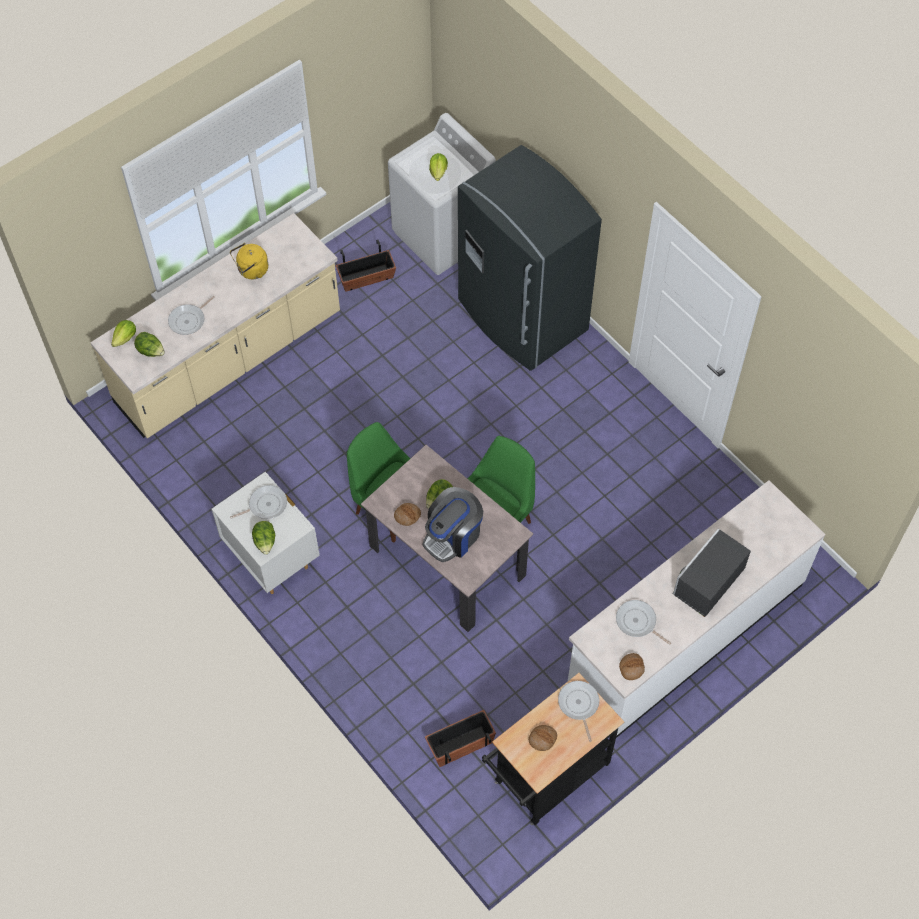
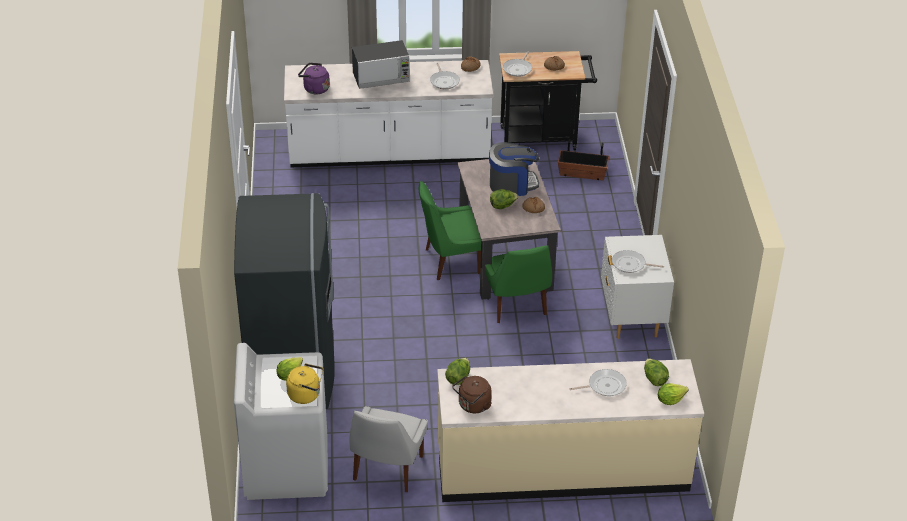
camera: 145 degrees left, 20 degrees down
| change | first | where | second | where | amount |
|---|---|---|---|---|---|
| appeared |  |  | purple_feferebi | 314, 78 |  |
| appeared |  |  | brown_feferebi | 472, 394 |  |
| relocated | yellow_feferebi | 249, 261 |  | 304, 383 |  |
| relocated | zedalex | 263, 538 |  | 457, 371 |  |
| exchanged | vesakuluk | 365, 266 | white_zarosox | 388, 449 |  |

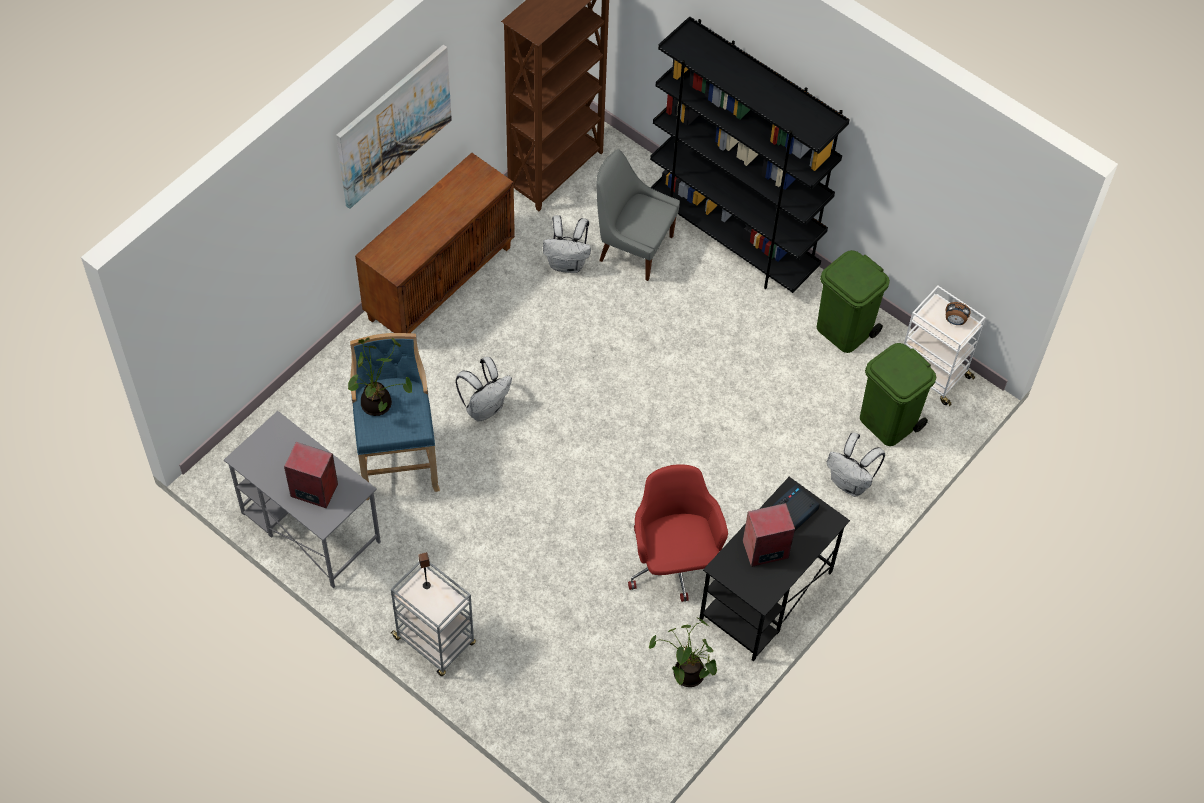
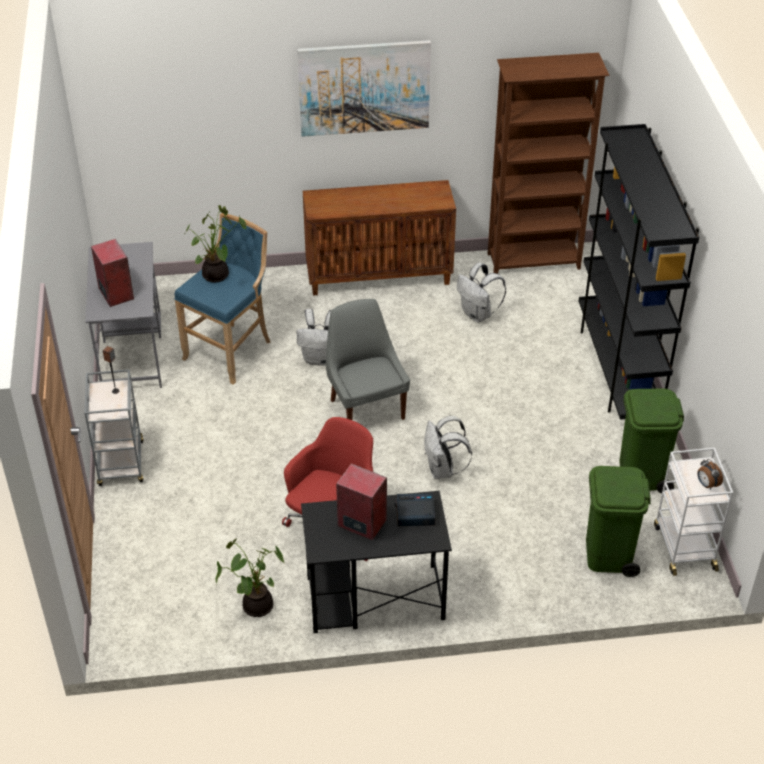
camera: 45 degrees right, 15 degrees down
| change | first | where | second | where | amount |
|---|---|---|---|---|---|
| relocated | grey_zarosox | 638, 215 |  | 368, 359 |  |
| relocated | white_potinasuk | 856, 465 |  | 448, 447 |  |

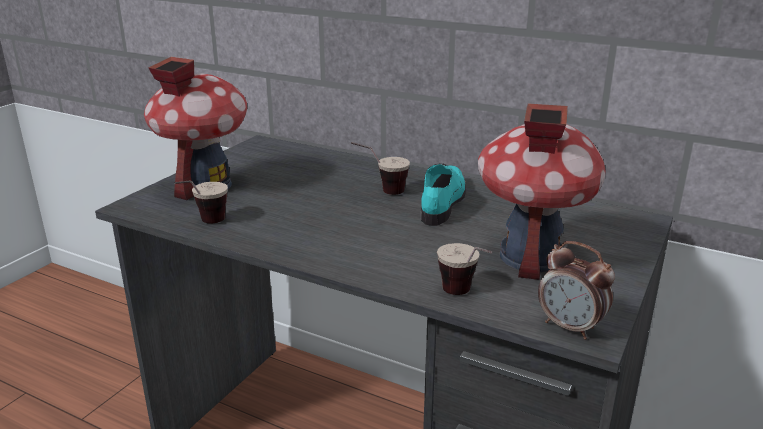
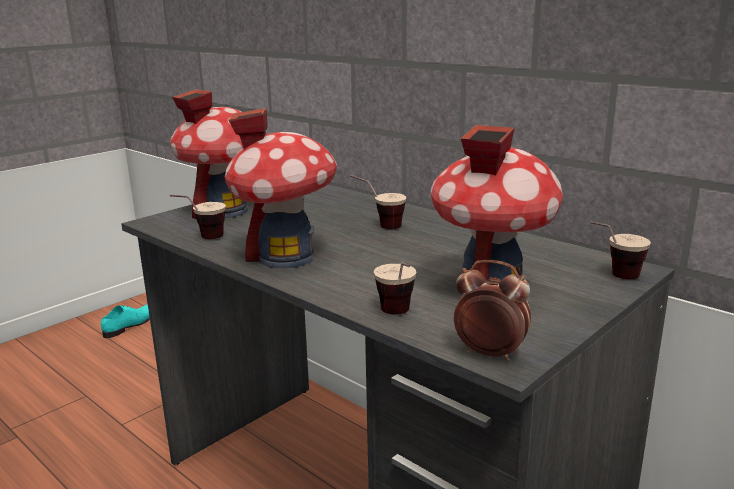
camera: 15 degrees right, 5 degrees down
| change | first | where | second | where | amount |
|---|---|---|---|---|---|
| appeared |  |  | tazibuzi | 281, 188 |  |
| appeared |  |  | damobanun | 620, 250 |  |
| relocated | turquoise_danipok | 443, 194 |  | 125, 321 |  |
| spun | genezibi | 576, 290 |  | 492, 310 | 150 degrees clockwise |

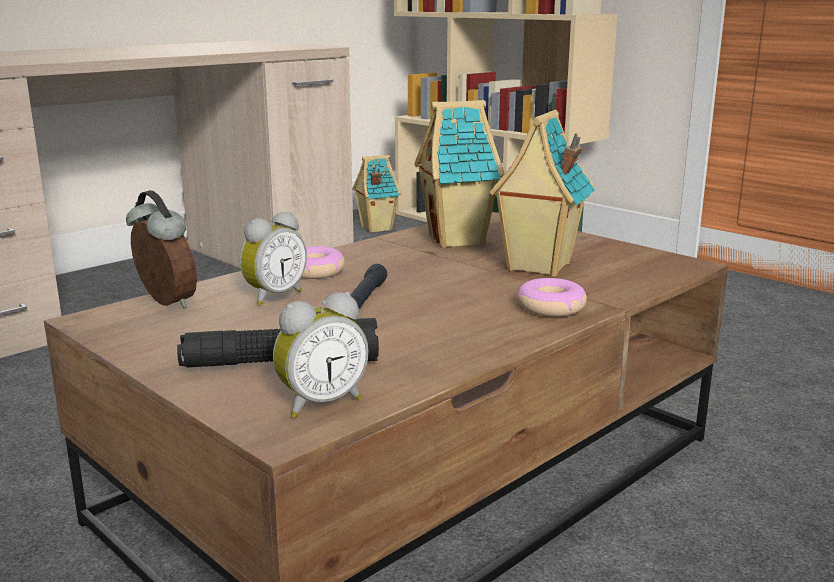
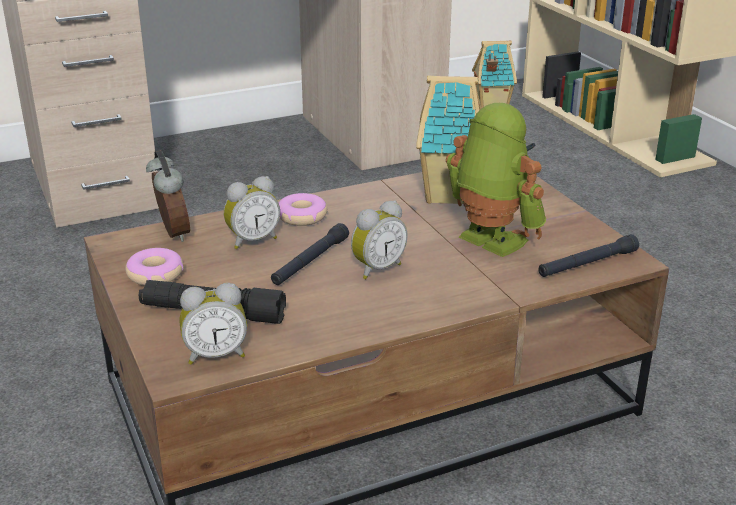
camera: 20 degrees right, 10 degrees up
| change | first | where | second | where | amount |
|---|---|---|---|---|---|
| appeared |  |  | genezibi | 379, 239 |  |
| appeared |  |  | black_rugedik | 588, 255 |  |
| relocated | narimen | 552, 297 |  | 154, 267 |  |
| exchanged | tazibuzi | 541, 193 | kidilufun | 496, 180 |  |

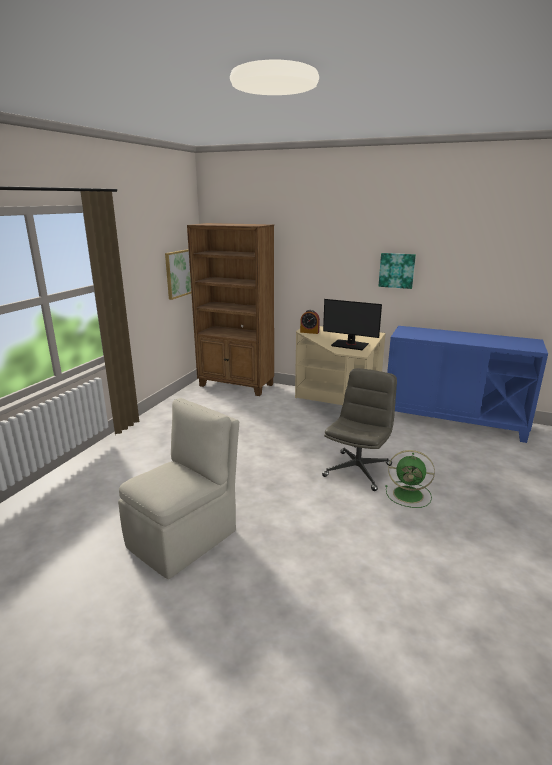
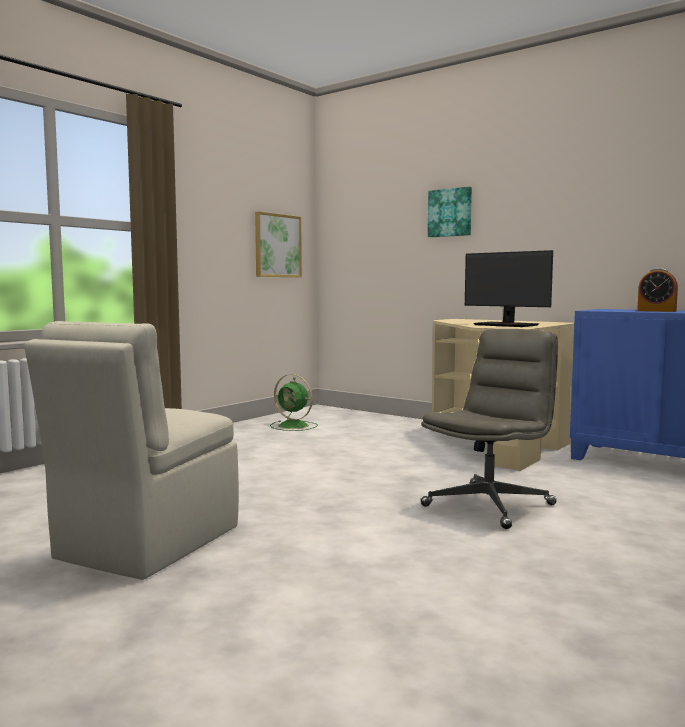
camera: 15 degrees right, 15 degrees down
| change | first | where | second | where | amount |
|---|---|---|---|---|---|
| missing | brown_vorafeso | 230, 309 |  |  |  |
| relocated | genezibi | 310, 322 |  | 657, 290 |  |
| relocated | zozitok | 397, 271 |  | 450, 212 |  |
| relocated | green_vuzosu | 410, 479 |  | 294, 402 |  |
| spun | beige_zarosox | 178, 488 |  | 131, 450 | 150 degrees clockwise |

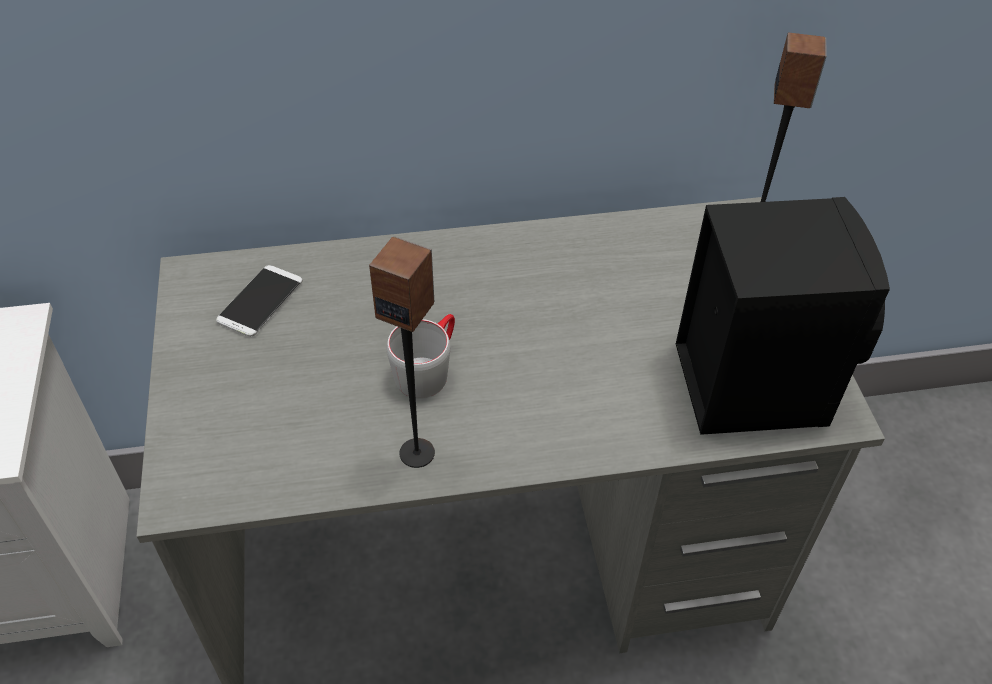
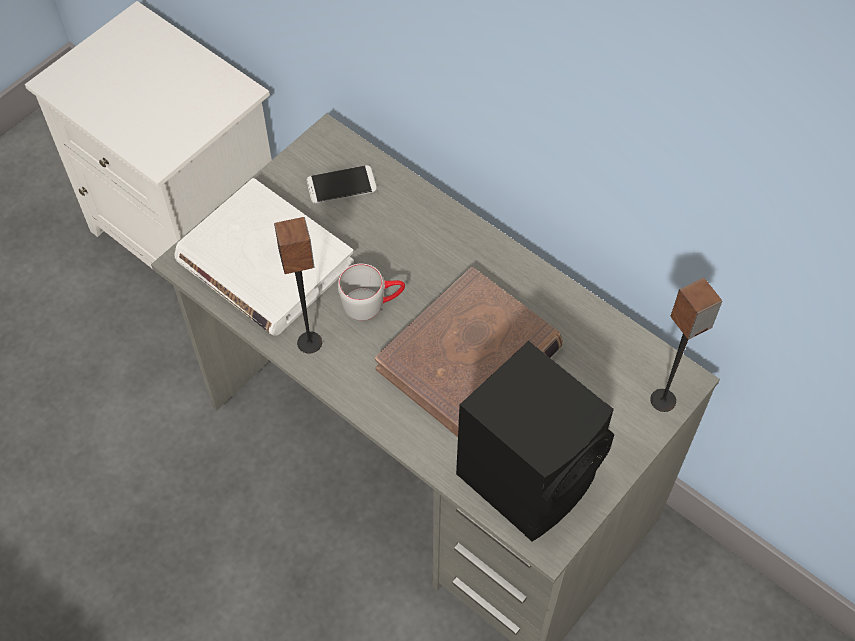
camera: 50 degrees right, 10 degrees up
| change | first | where | second | where | amount |
|---|---|---|---|---|---|
| appeared |  |  | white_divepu | 264, 257 |  |
| appeared |  |  | brown_divepu | 469, 352 |  |

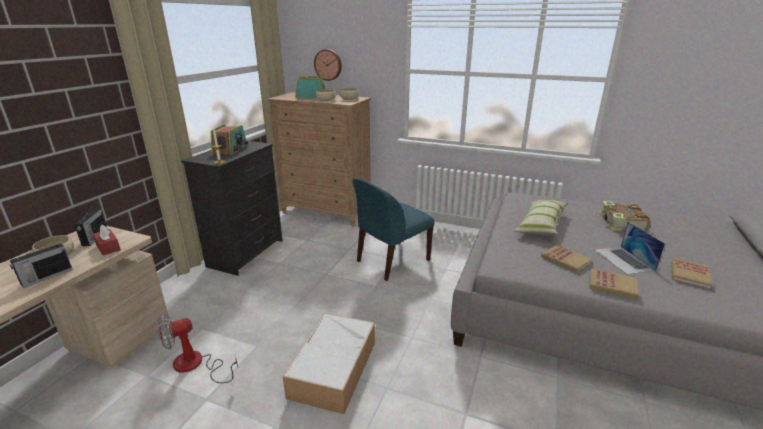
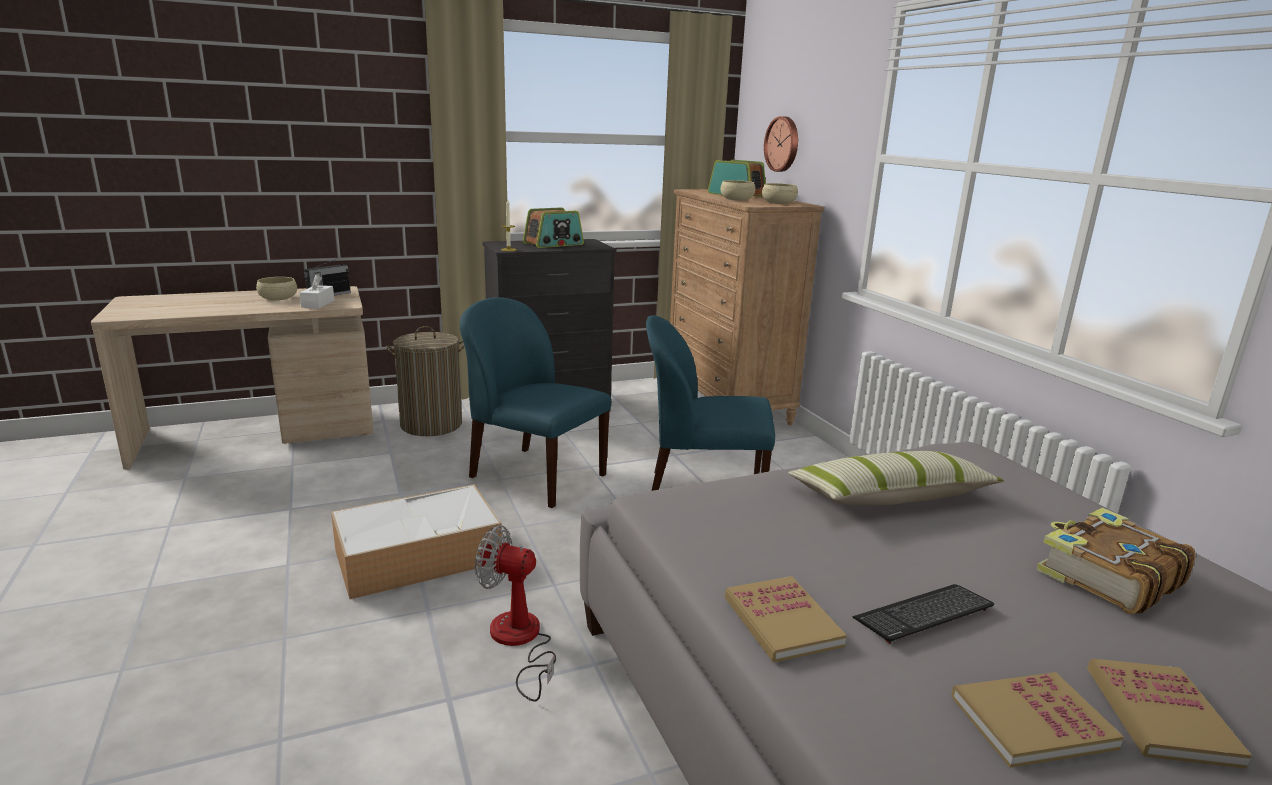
camera: 45 degrees right, 5 degrees down
| change | first | where | second | where | amount |
|---|---|---|---|---|---|
| missing | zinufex | 41, 265 |  |  |  |
| appeared |  |  | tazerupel | 425, 381 |  |
| appeared |  |  | blue_zarosox | 536, 402 |  |
| relocated | vuzosu | 197, 349 |  | 515, 613 |  |
| relocated | divepu | 566, 259 |  | 1169, 713 |  |
| exchanged | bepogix | 630, 248 | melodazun | 923, 614 |  |
| colour | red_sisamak | 107, 240 | white_sisamak | 316, 291 |  |

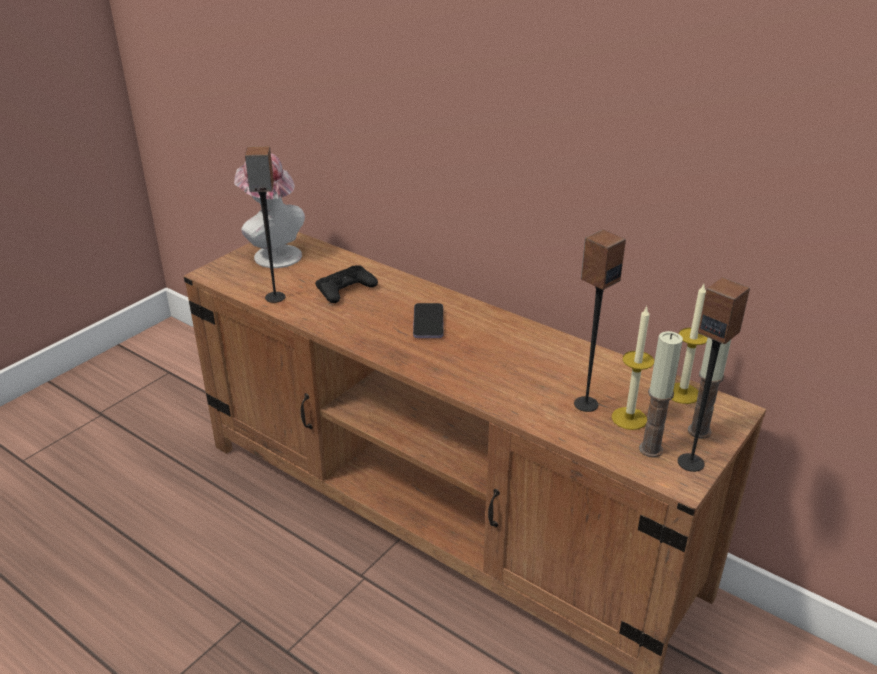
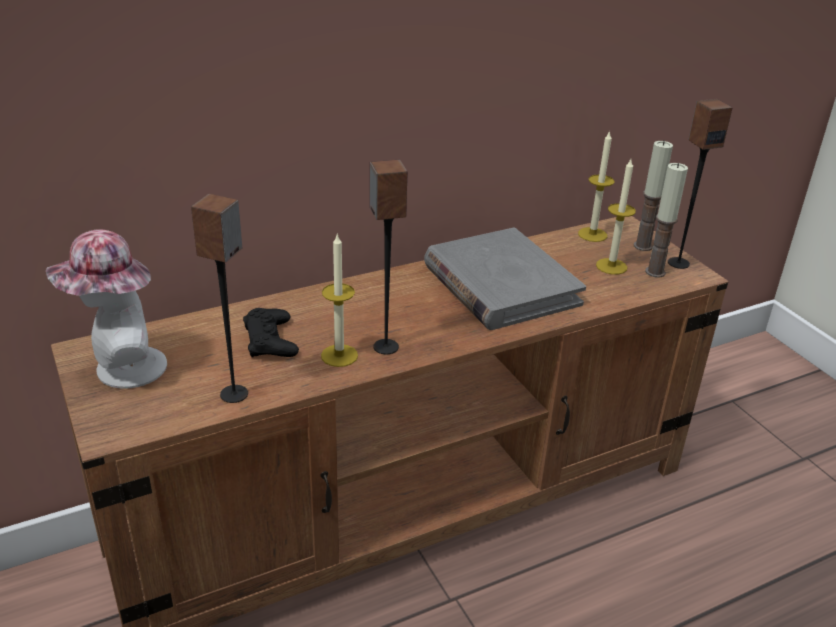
camera: 65 degrees left, 0 degrees up
| change | first | where | second | where | amount |
|---|---|---|---|---|---|
| missing | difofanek | 428, 320 |  |  |  |
| appeared |  |  | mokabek | 339, 300 |  |
| appeared |  |  | grey_divepu | 505, 279 |  |
| relocated | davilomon | 600, 321 |  | 389, 257 |  |

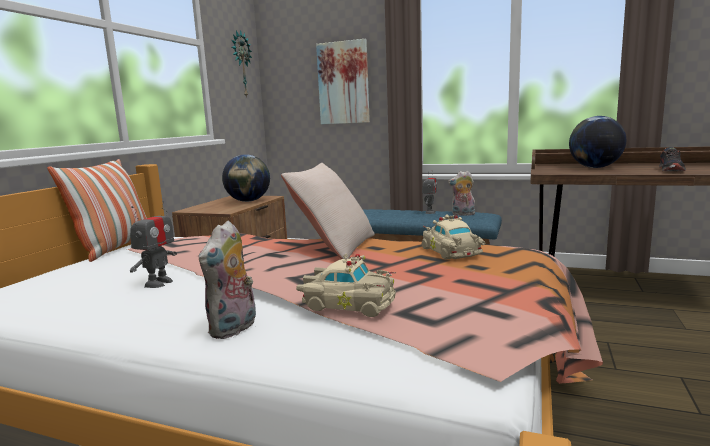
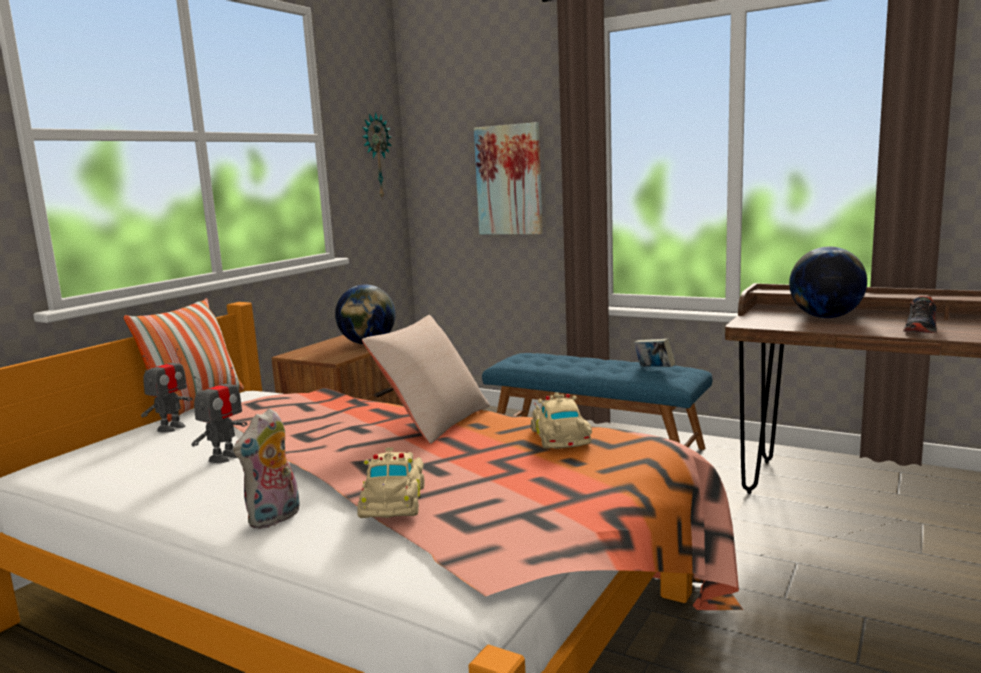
camera: 10 degrees right, 0 degrees up
| change | first | where | second | where | amount |
|---|---|---|---|---|---|
| relocated | kidilufun | 429, 192 |  | 166, 390 |  |
| exchanged | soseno | 461, 193 | divepu | 655, 352 |  |
| spun | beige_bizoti | 346, 285 |  | 391, 482 | 60 degrees clockwise |

